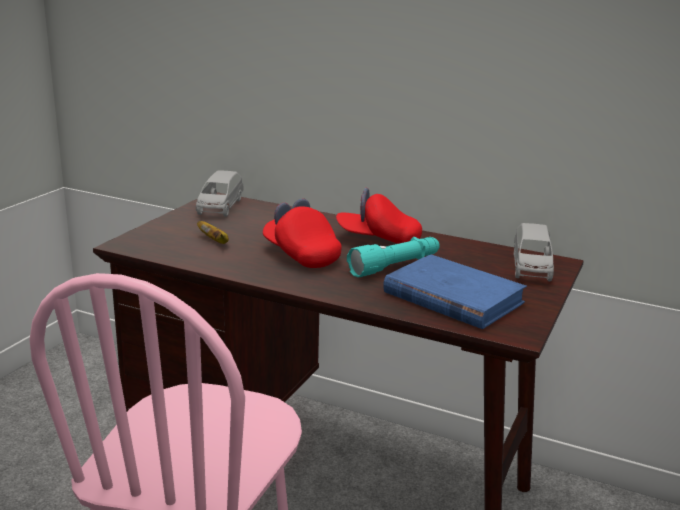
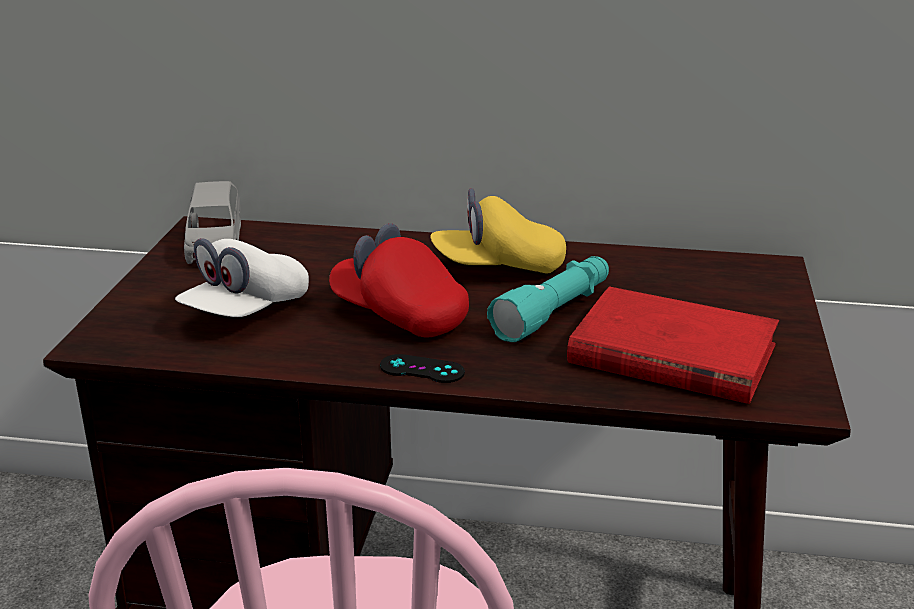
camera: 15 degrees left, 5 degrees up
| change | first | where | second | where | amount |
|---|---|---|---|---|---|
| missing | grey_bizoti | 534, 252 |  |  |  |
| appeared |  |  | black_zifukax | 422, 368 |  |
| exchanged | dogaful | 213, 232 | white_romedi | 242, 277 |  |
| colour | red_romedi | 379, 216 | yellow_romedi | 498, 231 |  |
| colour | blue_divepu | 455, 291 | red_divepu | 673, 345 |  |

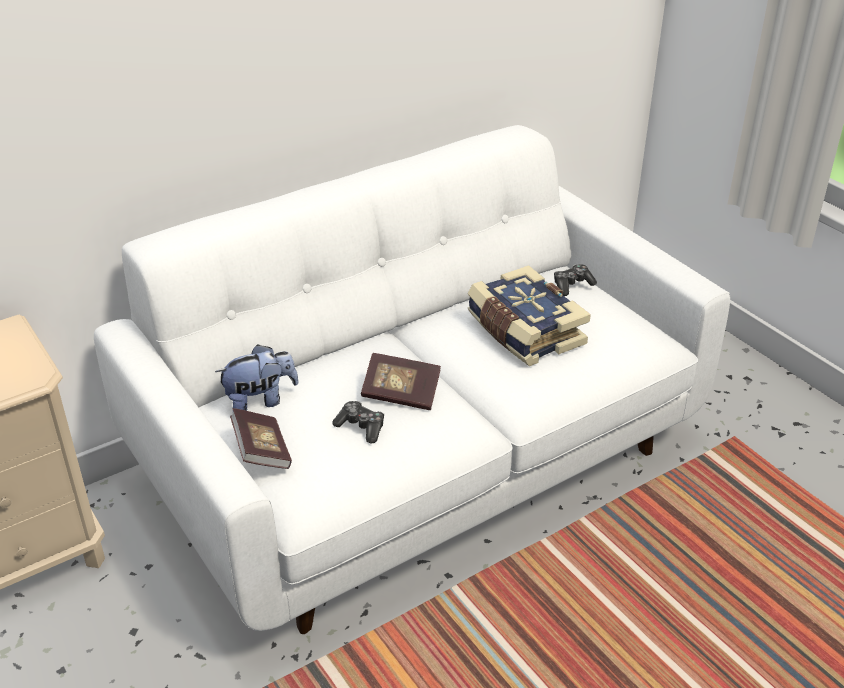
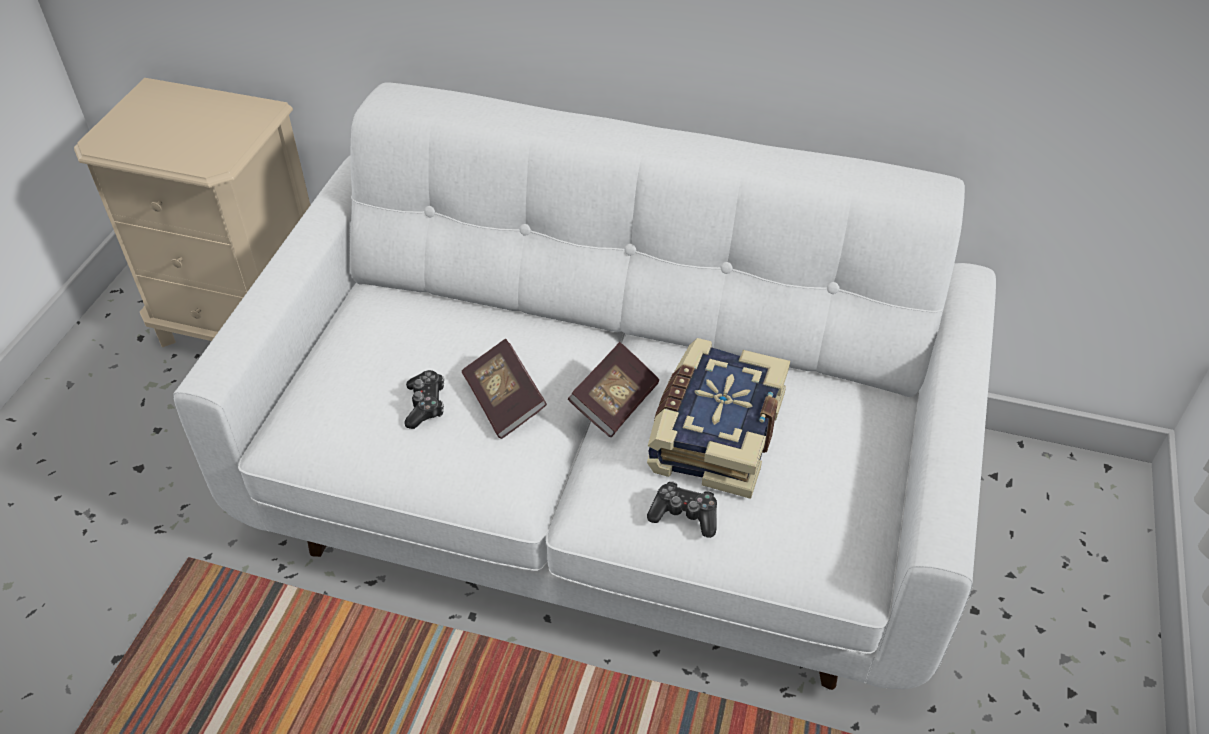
camera: 50 degrees right, 10 degrees up
| change | first | where | second | where | amount |
|---|---|---|---|---|---|
| missing | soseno | 257, 377 |  |  |  |
| relocated | divepu | 261, 438 |  | 613, 389 |  |
| relocated | zifukax | 575, 280 |  | 682, 509 |  |

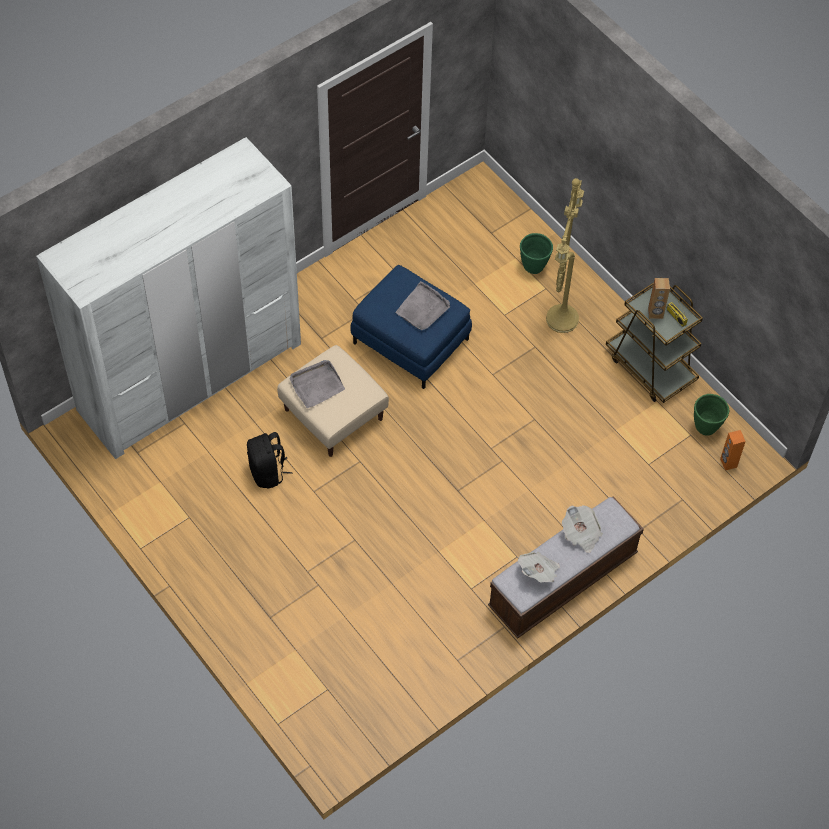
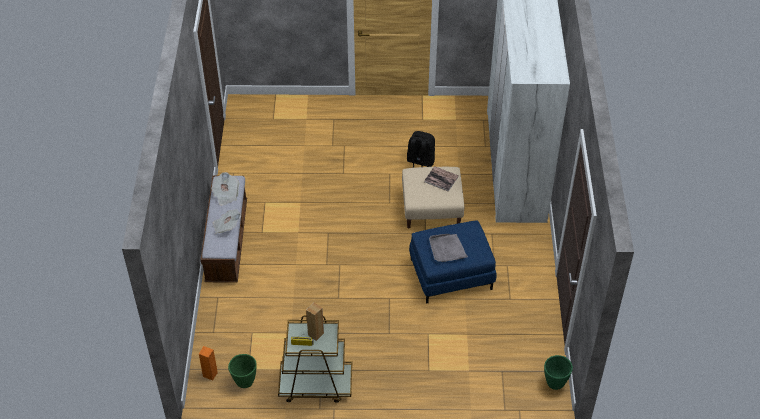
camera: 130 degrees right, 10 degrees down
| change | first | where | second | where | amount |
|---|---|---|---|---|---|
| missing | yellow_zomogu | 565, 255 |  |  |  |
| relocated | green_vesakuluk | 536, 253 |  | 558, 372 |  |
| exchanged | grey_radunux | 317, 384 | divepu | 441, 179 |  |

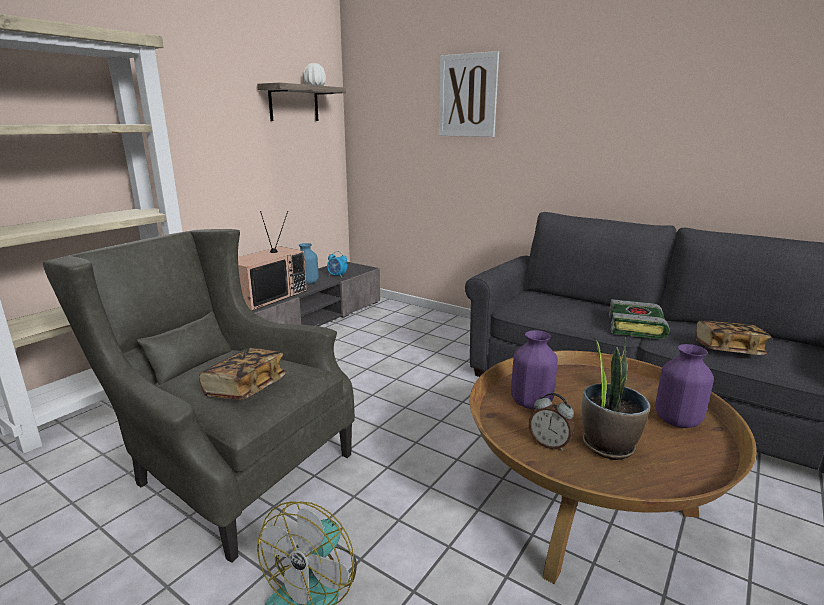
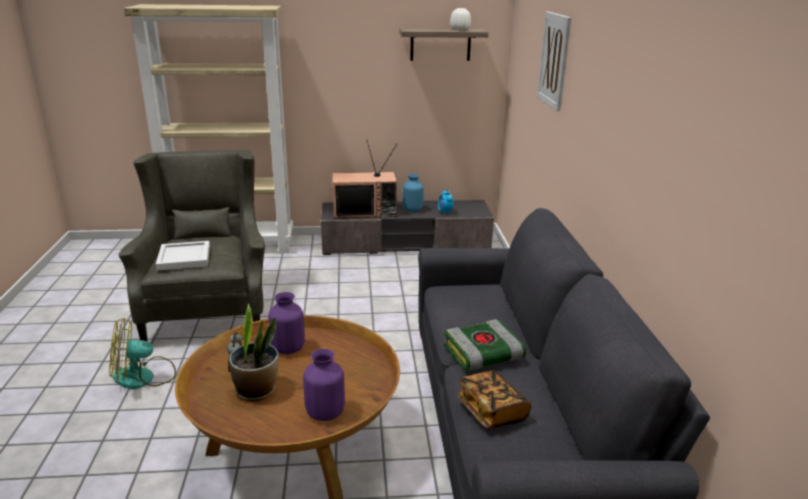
camera: 50 degrees right, 5 degrees up
| change | first | where | second | where | amount |
|---|---|---|---|---|---|
| exchanged | divepu | 242, 374 | white_radunux | 183, 255 |  |

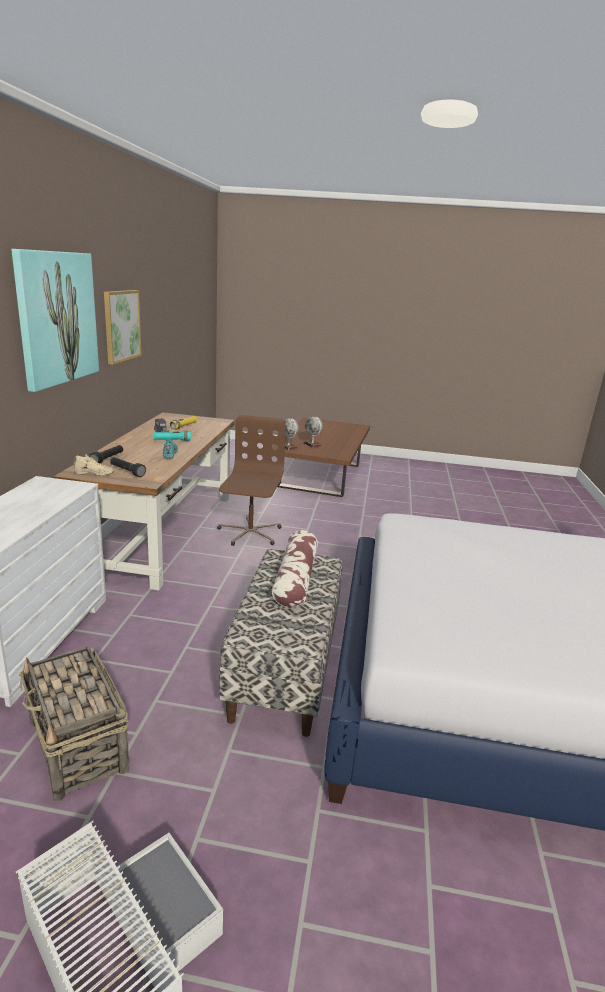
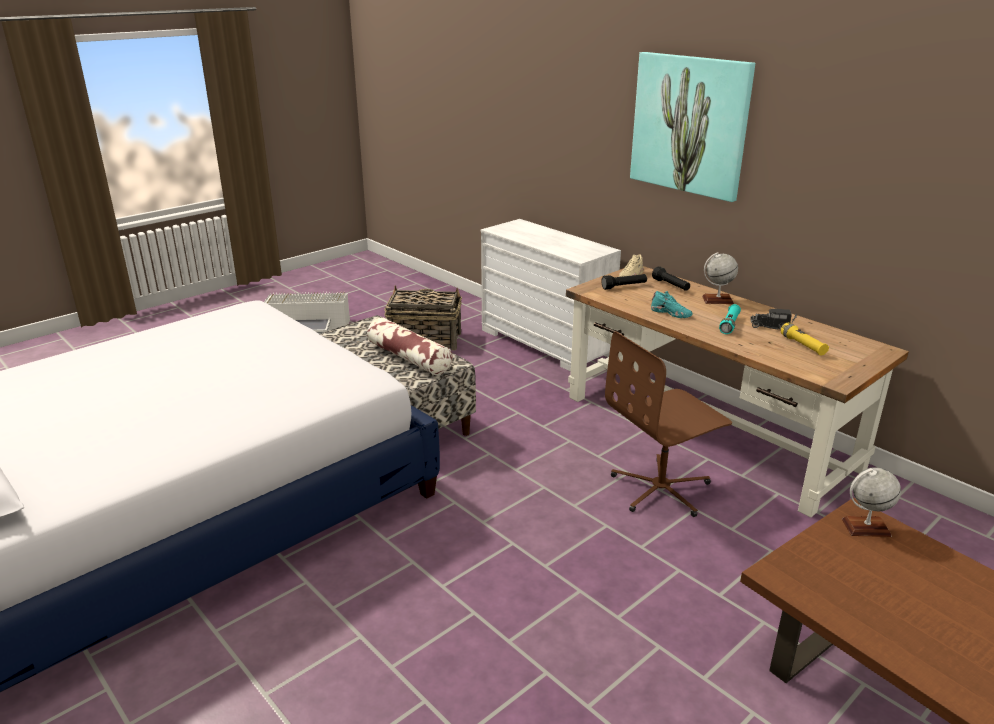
camera: 130 degrees right, 5 degrees up
| change | first | where | second | where | amount |
|---|---|---|---|---|---|
| missing | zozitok | 123, 327 |  |  |  |
| relocated | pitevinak | 313, 432 |  | 720, 278 |  |
| spun | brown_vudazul | 251, 480 |  | 668, 424 | 105 degrees clockwise |

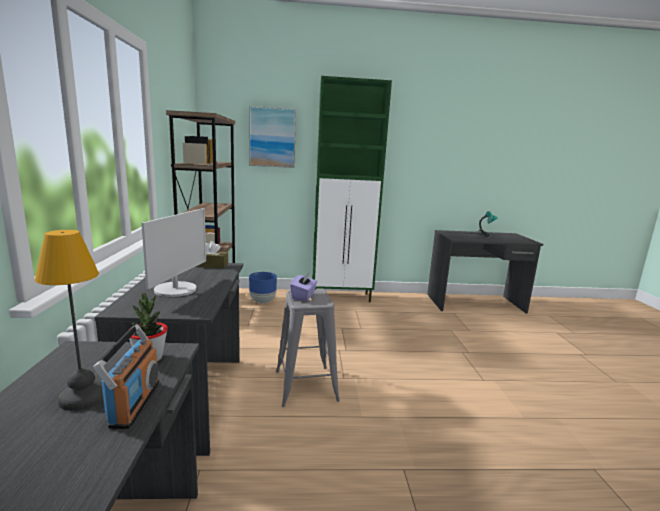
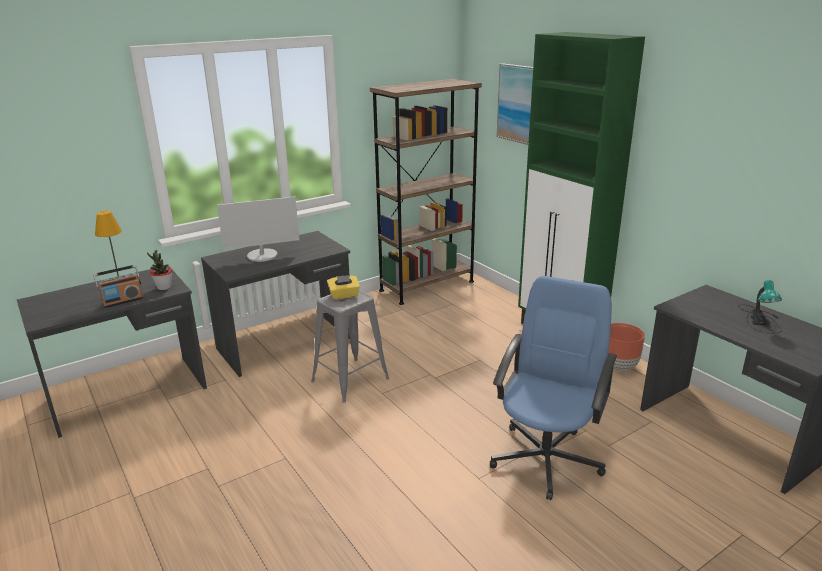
camera: 60 degrees right, 10 degrees up
| change | first | where | second | where | amount |
|---|---|---|---|---|---|
| missing | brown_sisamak | 212, 254 |  |  |  |
| missing | blue_vesakuluk | 263, 287 |  |  |  |
| appeared |  |  | blue_vudazul | 553, 388 |  |
| appeared |  |  | brown_vesakuluk | 626, 347 |  |
| colour | purple_sisamak | 303, 286 | yellow_sisamak | 343, 287 |  |

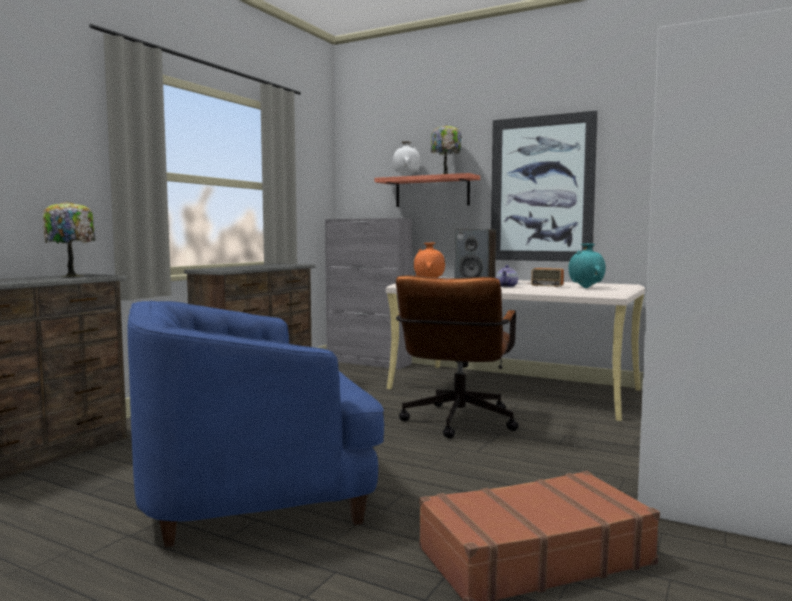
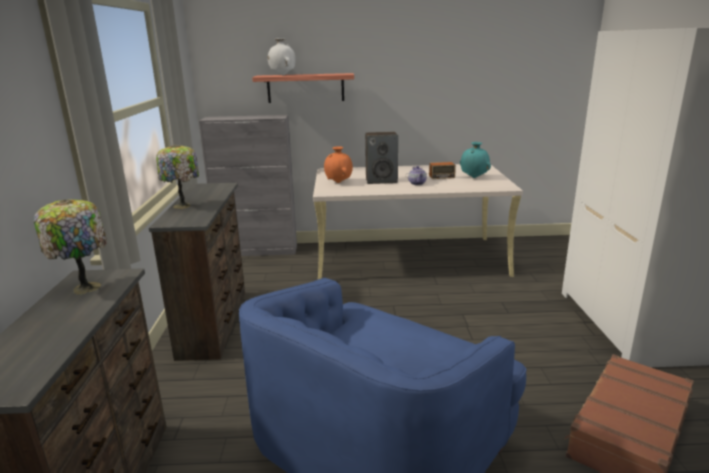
camera: 30 degrees left, 15 degrees up
| change | first | where | second | where | amount |
|---|---|---|---|---|---|
| missing | brown_vudazul | 457, 357 |  |  |  |
| missing | zozitok | 544, 186 |  |  |  |
| relocated | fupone | 446, 149 |  | 177, 177 |  |

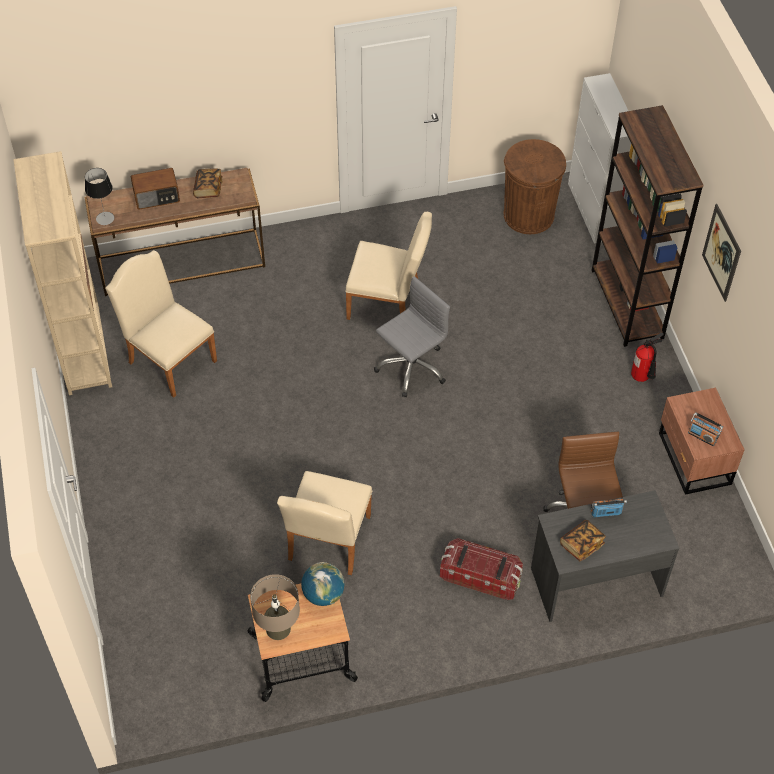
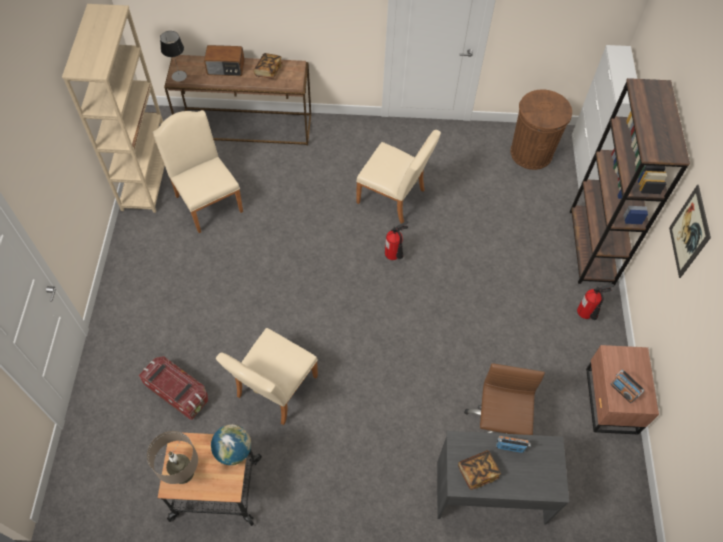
camera: 15 degrees right, 5 degrees up
| change | first | where | second | where | amount |
|---|---|---|---|---|---|
| relocated | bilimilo | 481, 569 |  | 173, 388 |  |
| exchanged | grey_vudazul | 412, 336 | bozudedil | 397, 240 |  |

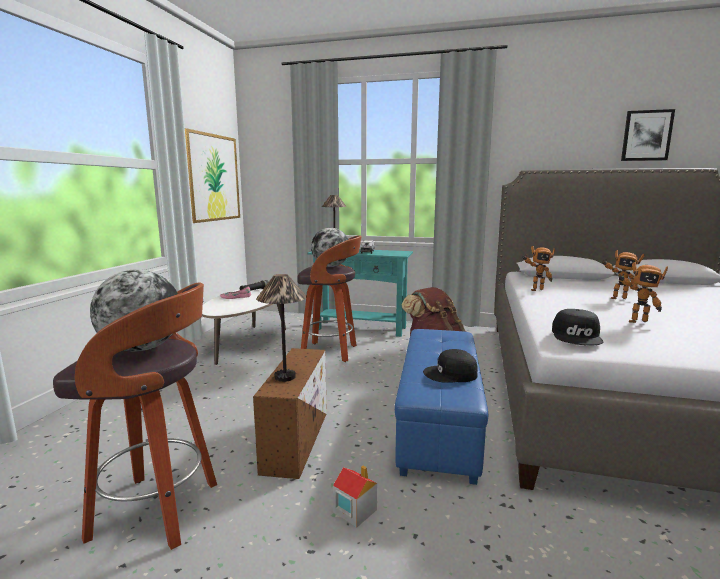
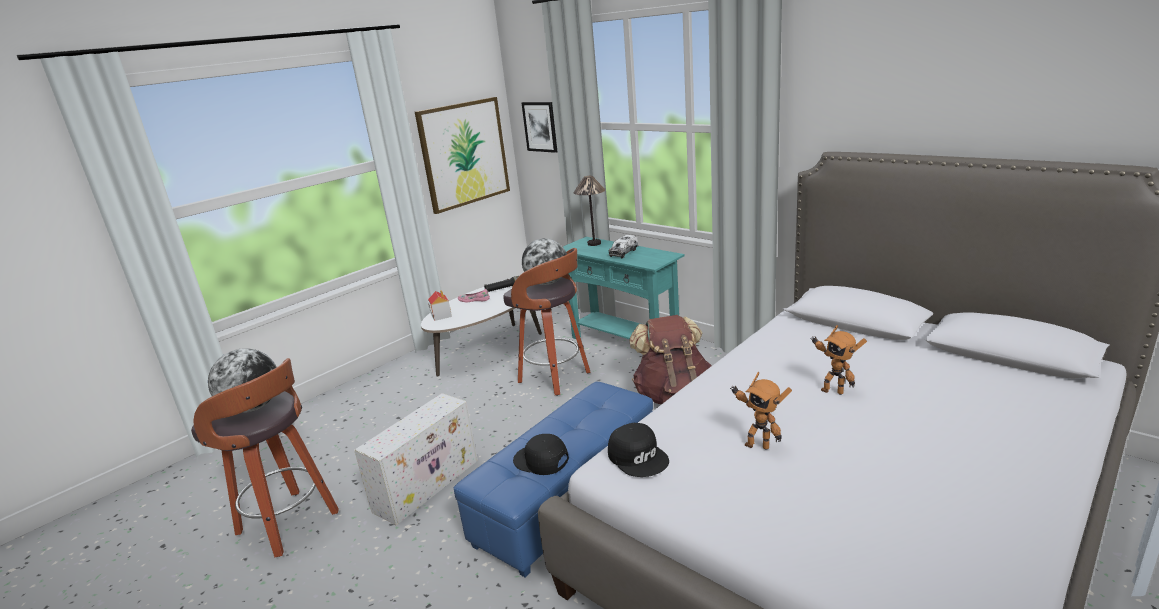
camera: 30 degrees right, 10 degrees up
| change | first | where | second | where | amount |
|---|---|---|---|---|---|
| missing | fupone | 281, 328 |  |  |  |
| missing | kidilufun | 538, 268 |  |  |  |
| relocated | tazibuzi | 355, 496 |  | 440, 305 |  |
| relocated | zozitok | 648, 135 |  | 539, 127 |  |
| colour | brown_bilimilo | 290, 413 | white_bilimilo | 416, 459 |  |
| spun | black_romedi | 577, 327 |  | 638, 450 | 75 degrees counterclockwise |

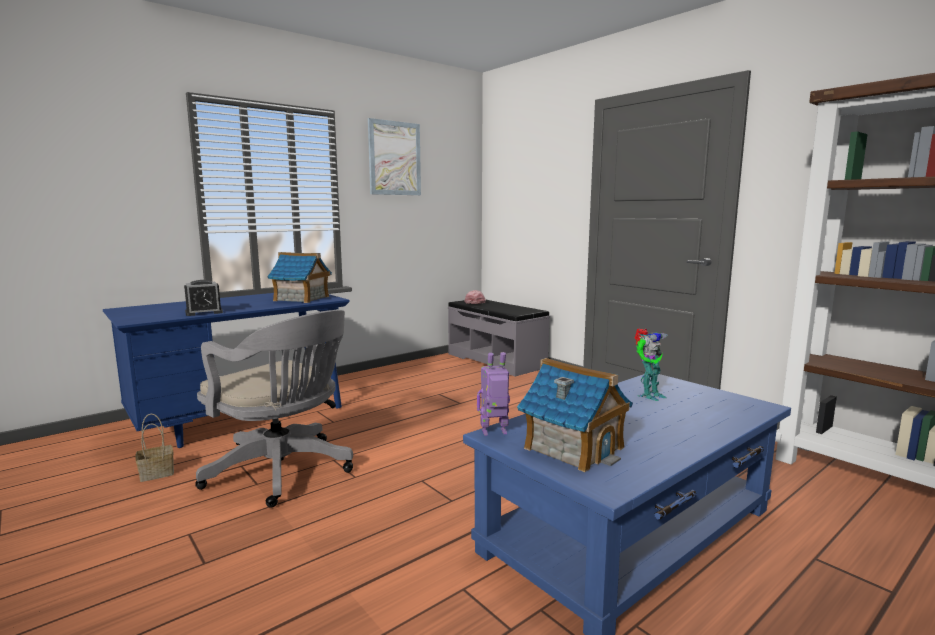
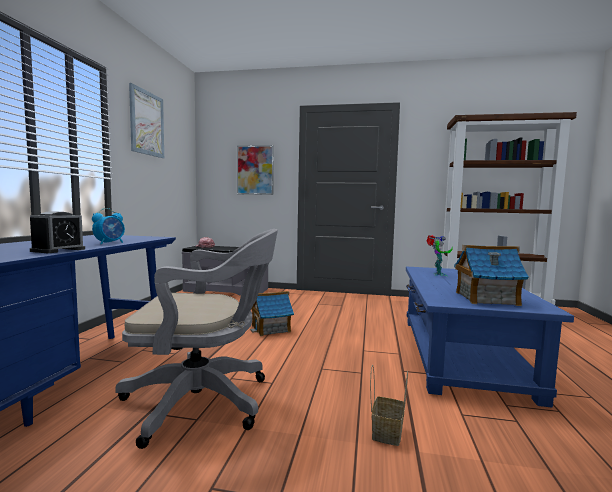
camera: 40 degrees left, 5 degrees down
| change | first | where | second | where | amount |
|---|---|---|---|---|---|
| missing | kidilufun | 493, 394 |  |  |  |
| appeared |  |  | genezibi | 108, 226 |  |
| appeared |  |  | zozitok | 255, 170 |  |
| relocated | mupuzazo | 154, 448 |  | 389, 405 |  |
| relocated | tazibuzi | 299, 277 |  | 272, 313 |  |

